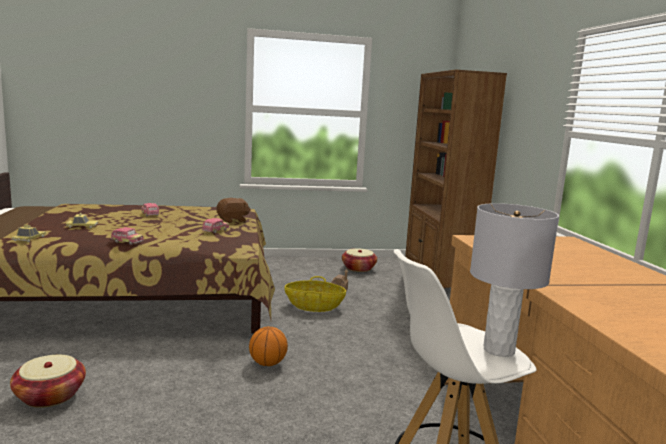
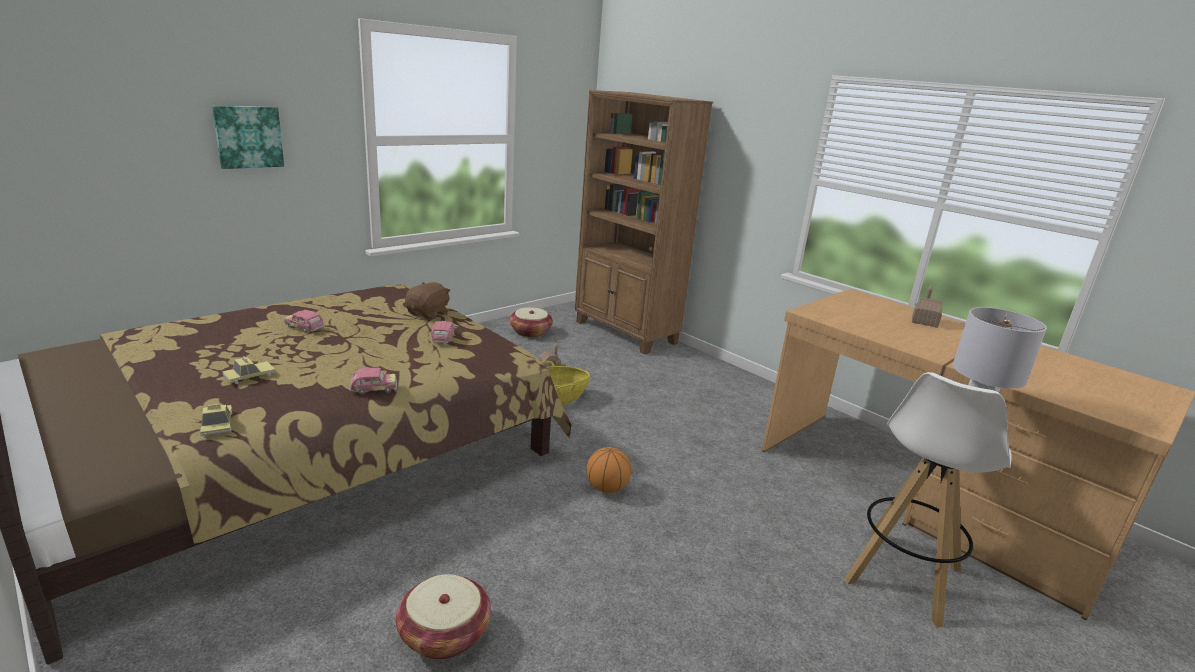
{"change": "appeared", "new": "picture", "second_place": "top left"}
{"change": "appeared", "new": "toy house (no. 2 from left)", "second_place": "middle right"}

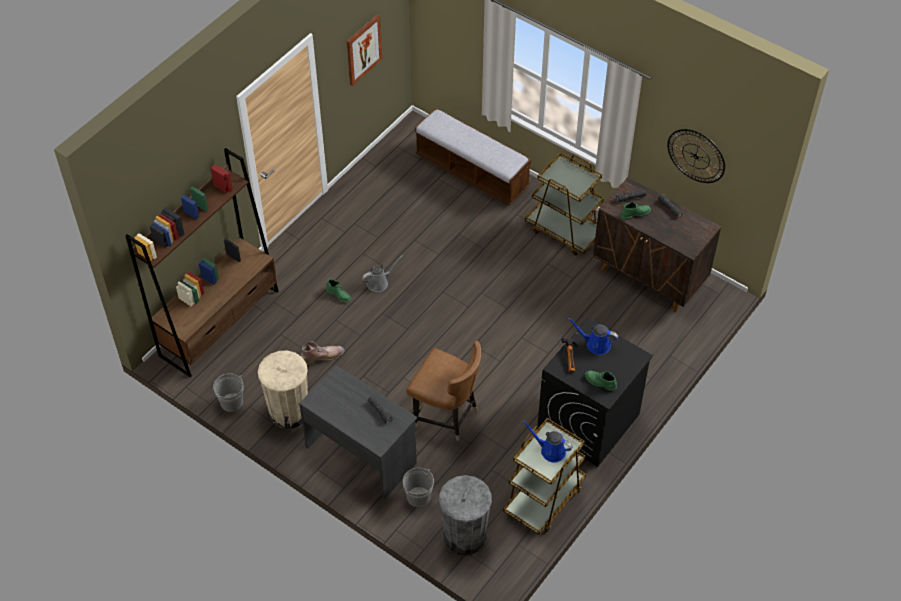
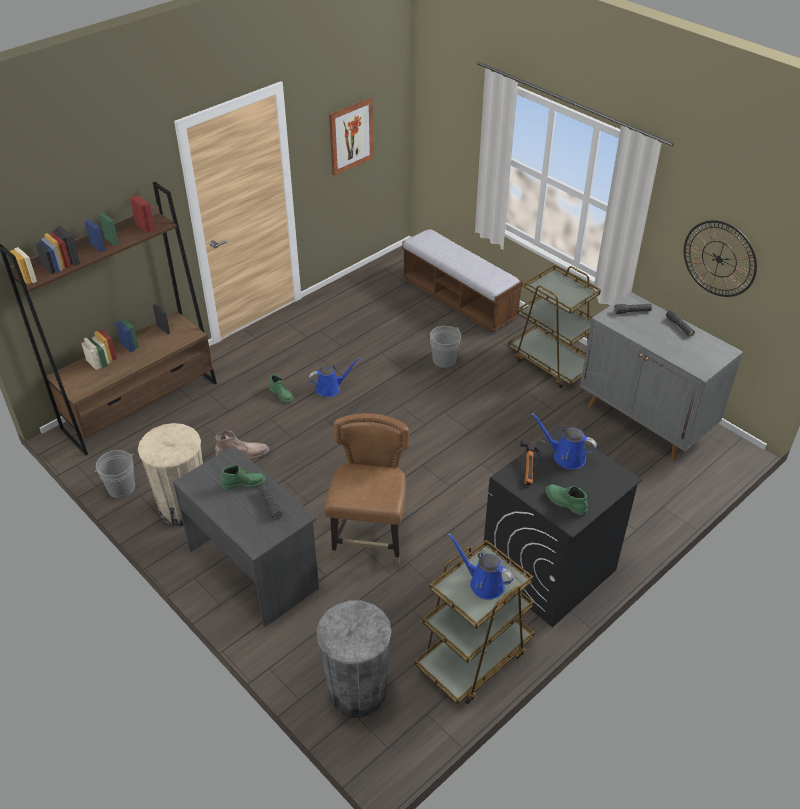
{"change": "relocated", "old": "grey bucket (no. 2 from left)", "first_place": "bottom centre", "second_place": "centre"}
{"change": "relocated", "old": "green boot (no. 3 from left in the first image)", "new": "green boot (no. 1 from left)", "first_place": "middle right", "second_place": "middle left"}
{"change": "colour", "old": "grey watering can", "new": "blue watering can (no. 1 from left)", "first_place": "centre", "second_place": "centre"}
{"change": "colour", "old": "brown cabinet", "new": "grey cabinet", "first_place": "middle right", "second_place": "middle right"}
{"change": "spun", "old": "brown chair", "first_place": "centre", "second_place": "centre", "degrees": -120}

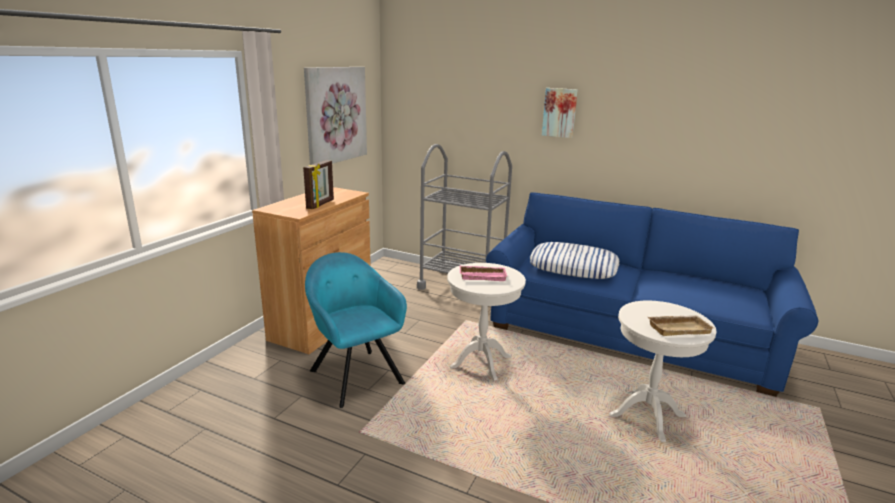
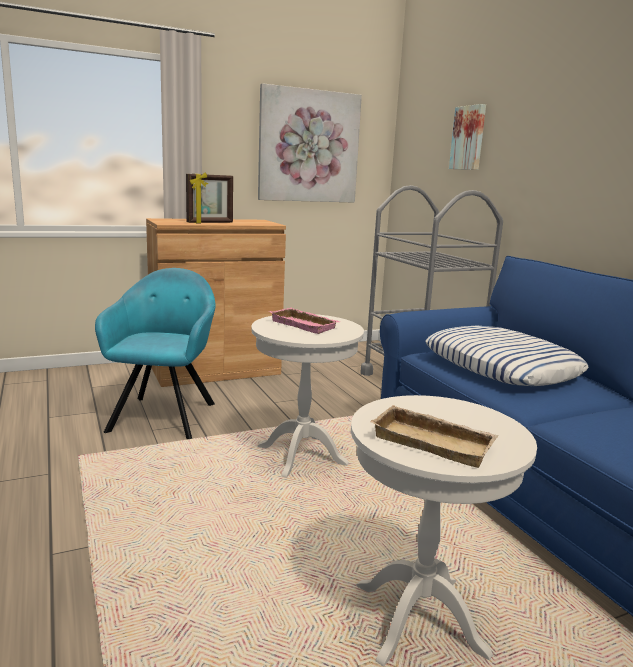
{"change": "relocated", "old": "picture (no. 2 from left)", "first_place": "top centre", "second_place": "top right"}

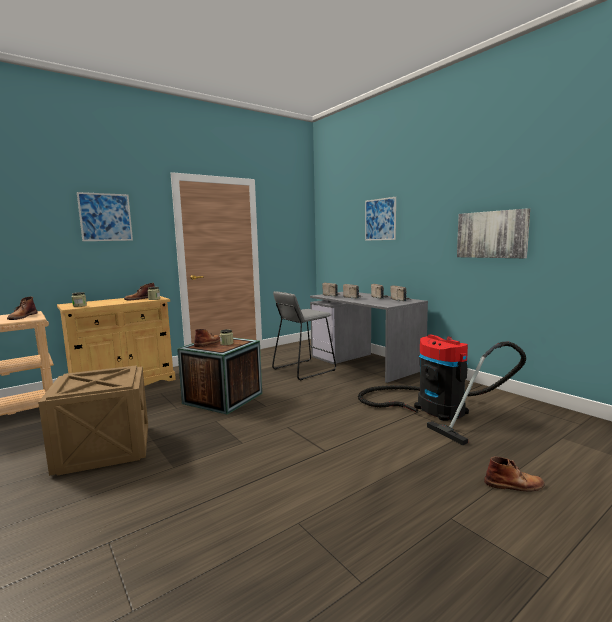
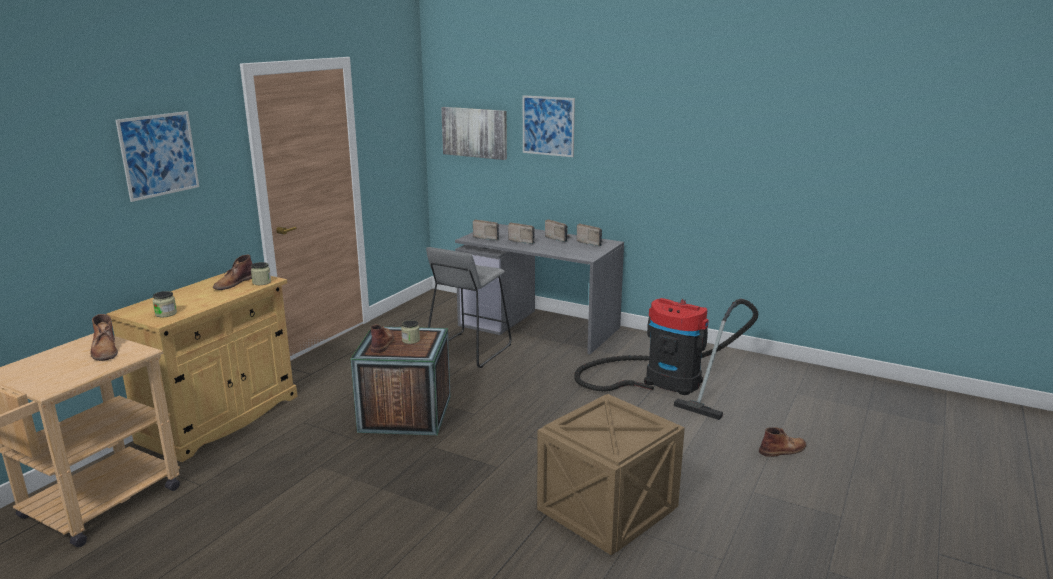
{"change": "relocated", "old": "crate (no. 1 from left in the first image)", "new": "crate (no. 2 from left)", "first_place": "bottom left", "second_place": "bottom centre"}
{"change": "relocated", "old": "picture (no. 3 from left in the first image)", "new": "picture (no. 2 from left)", "first_place": "middle right", "second_place": "top centre"}

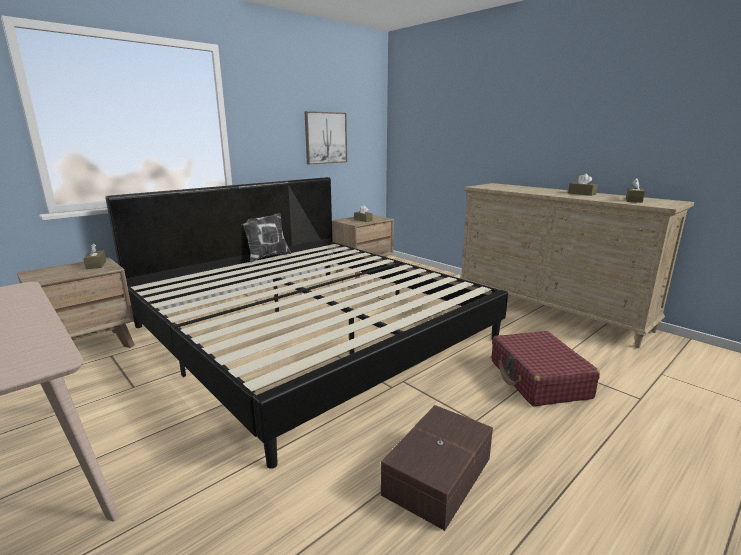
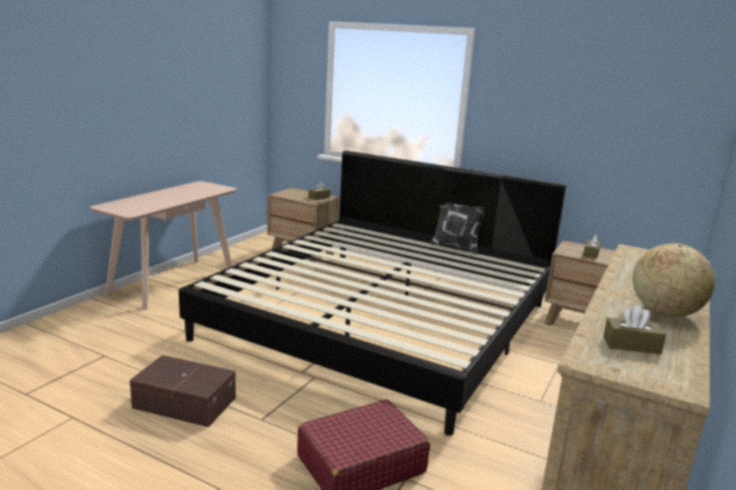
{"change": "missing", "old": "picture", "first_place": "top centre"}
{"change": "exchanged", "old": "brown tissue box (no. 3 from left)", "new": "globe", "first_place": "middle right", "second_place": "middle right"}

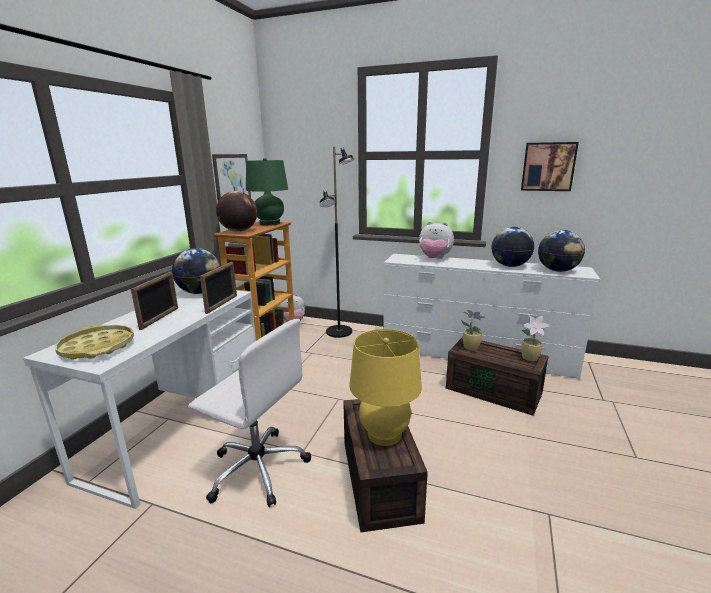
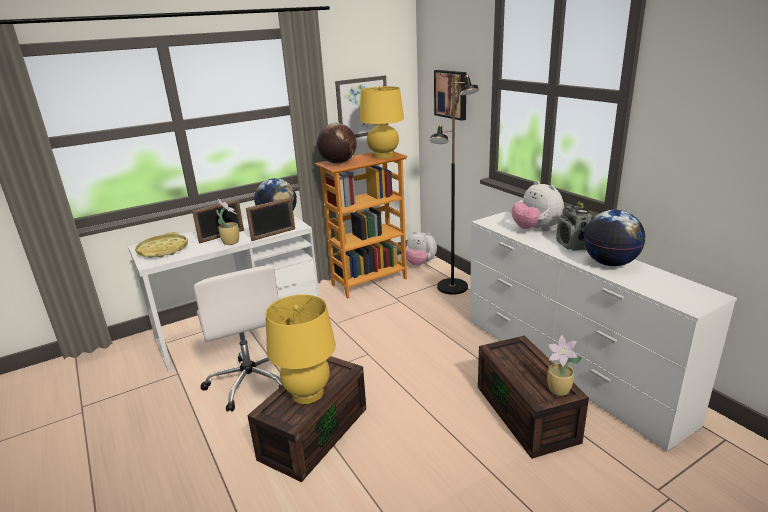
{"change": "missing", "old": "globe (no. 4 from left)", "first_place": "middle right"}
{"change": "appeared", "new": "radio", "second_place": "middle right"}
{"change": "relocated", "old": "potted plant (no. 1 from left)", "first_place": "centre", "second_place": "middle left"}
{"change": "relocated", "old": "picture (no. 2 from left)", "first_place": "top right", "second_place": "top centre"}
{"change": "colour", "old": "green table lamp", "new": "yellow table lamp (no. 2 from left)", "first_place": "top centre", "second_place": "top centre"}

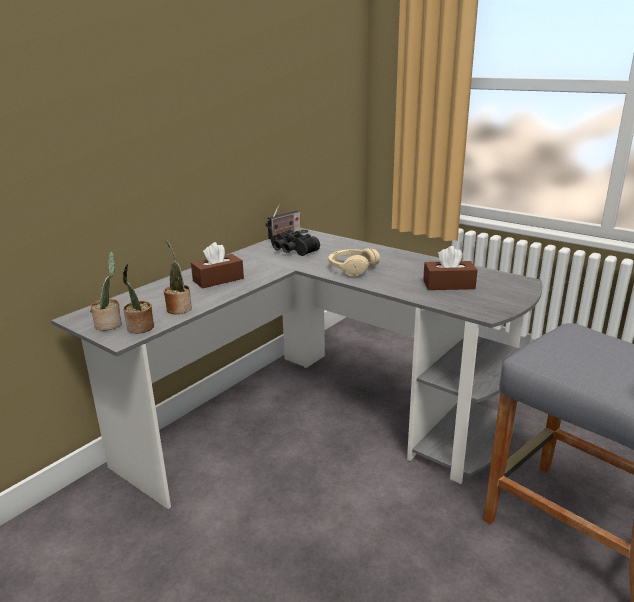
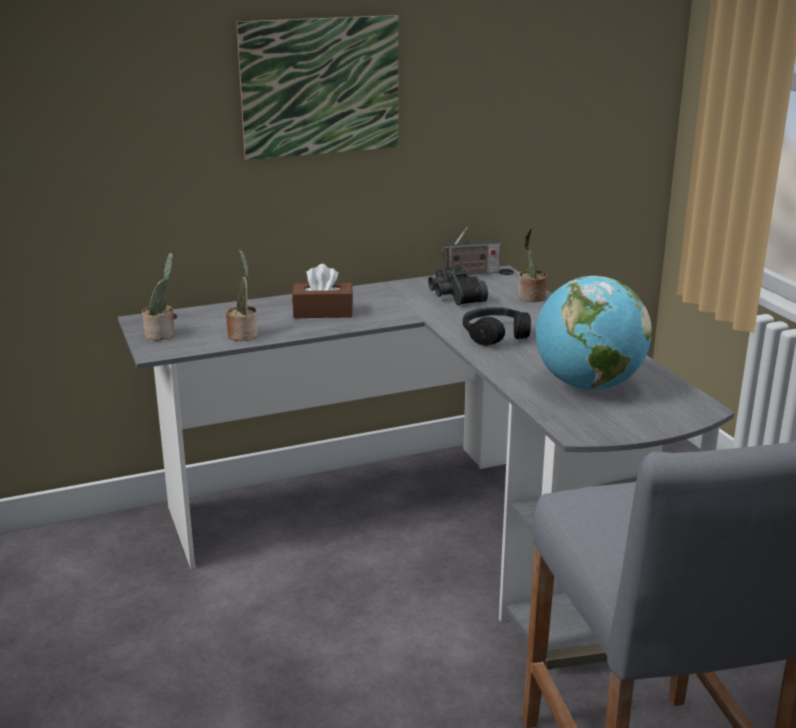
{"change": "appeared", "new": "picture", "second_place": "top centre"}
{"change": "relocated", "old": "potted plant (no. 2 from left in the first image)", "new": "potted plant (no. 3 from left)", "first_place": "middle left", "second_place": "middle right"}
{"change": "exchanged", "old": "brown tissue box (no. 2 from left)", "new": "globe", "first_place": "middle right", "second_place": "middle right"}
{"change": "colour", "old": "beige headphones", "new": "black headphones", "first_place": "centre", "second_place": "centre"}

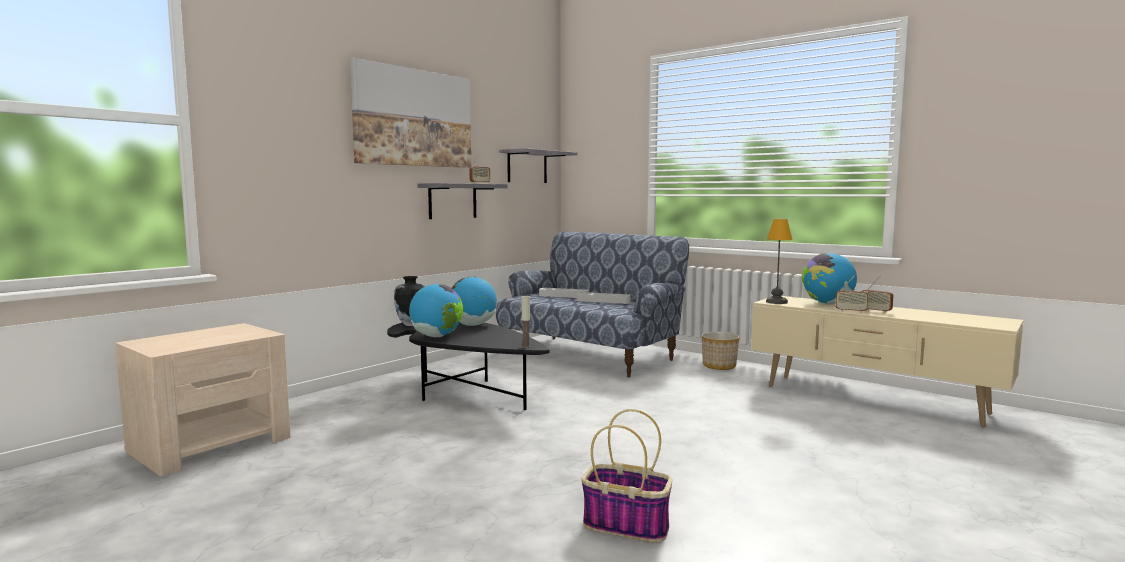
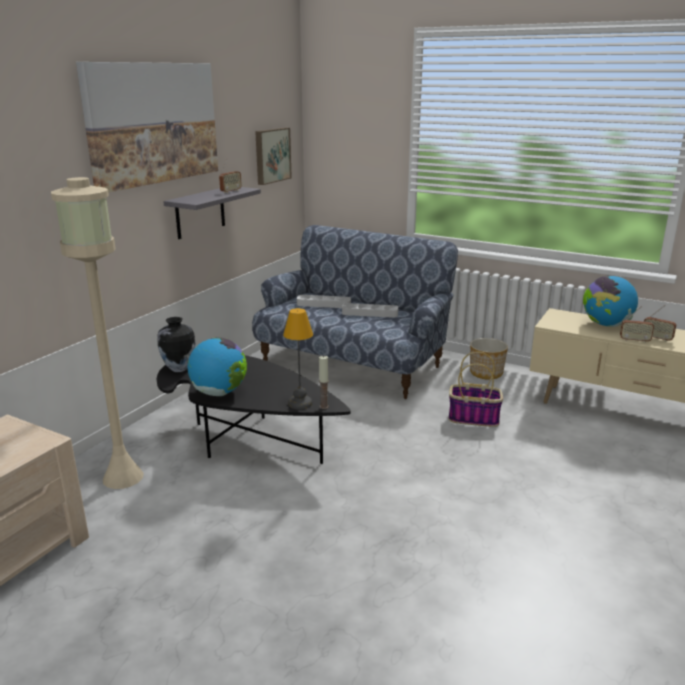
{"change": "missing", "old": "globe (no. 2 from left)", "first_place": "centre"}
{"change": "appeared", "new": "beige floor lamp", "second_place": "middle left"}
{"change": "relocated", "old": "basket", "first_place": "bottom centre", "second_place": "middle right"}
{"change": "relocated", "old": "table lamp", "first_place": "middle right", "second_place": "centre"}
{"change": "exchanged", "old": "grey shelf (no. 2 from left)", "new": "picture (no. 2 from left)", "first_place": "top centre", "second_place": "top centre"}

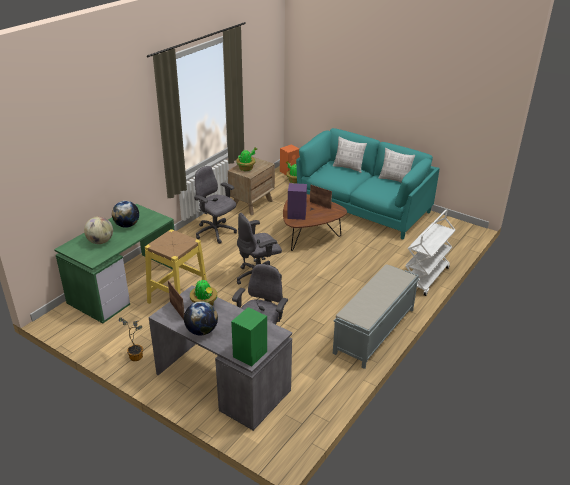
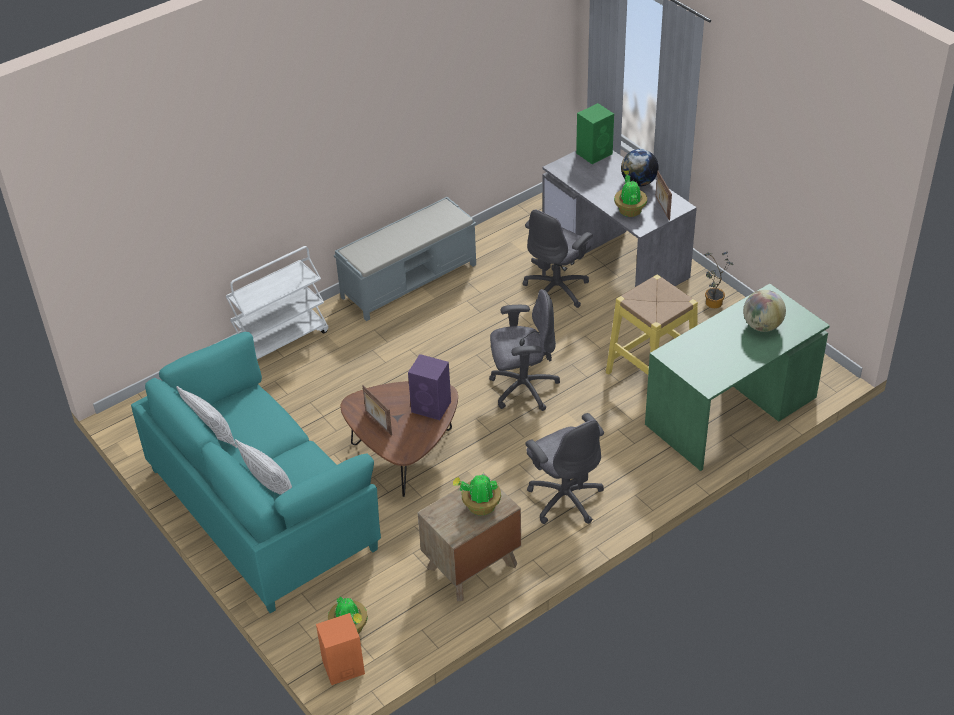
{"change": "missing", "old": "globe (no. 2 from left)", "first_place": "middle left"}

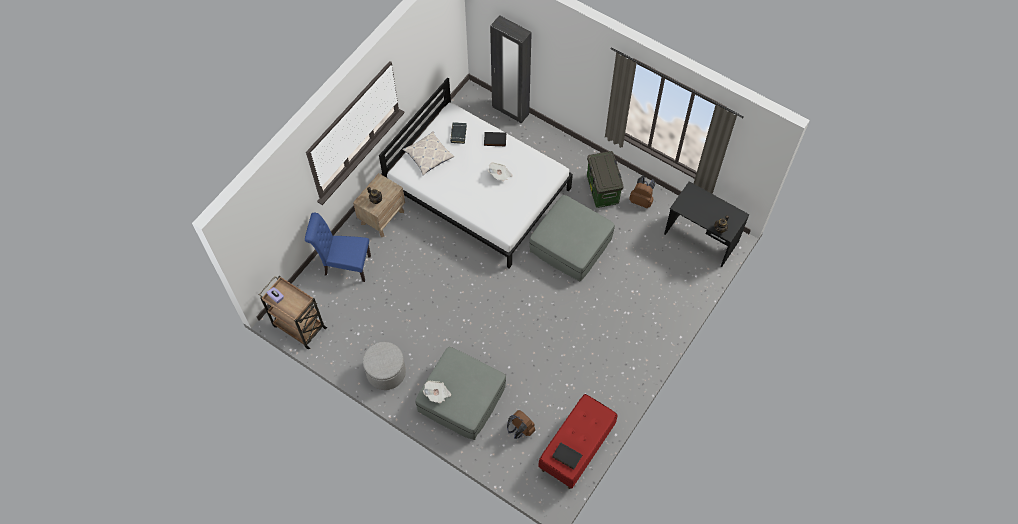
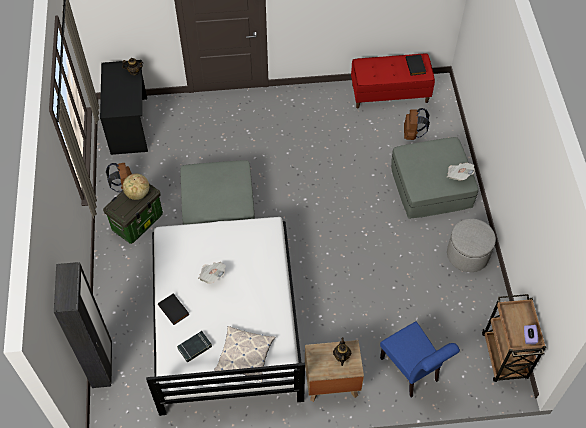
{"change": "appeared", "new": "globe", "second_place": "middle left"}

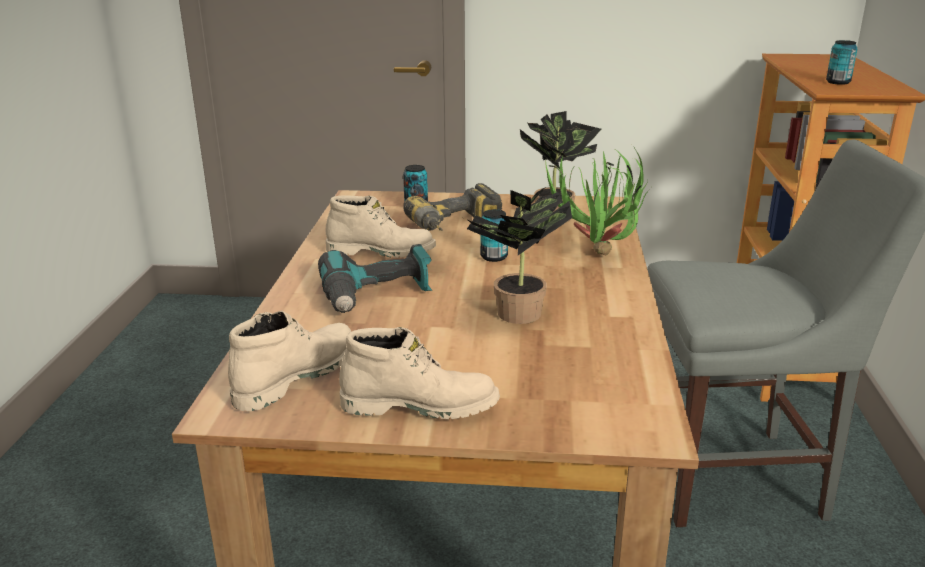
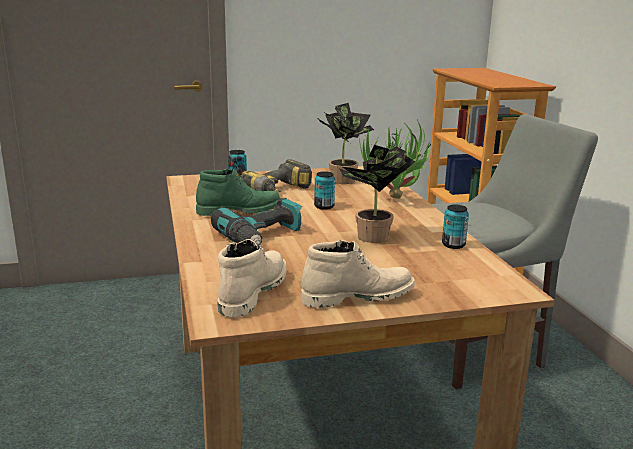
{"change": "relocated", "old": "can (no. 3 from left)", "first_place": "top right", "second_place": "middle right"}
{"change": "colour", "old": "beige boot (no. 2 from left)", "new": "green boot", "first_place": "centre", "second_place": "centre"}

